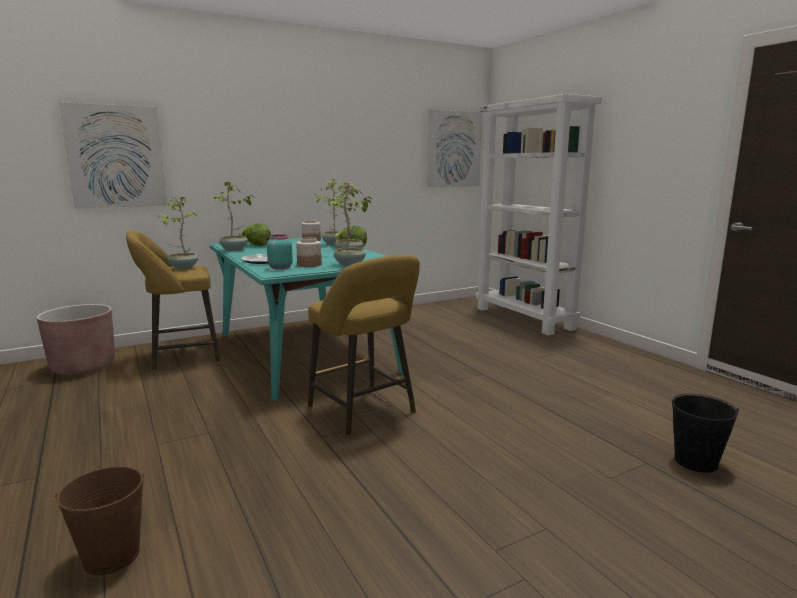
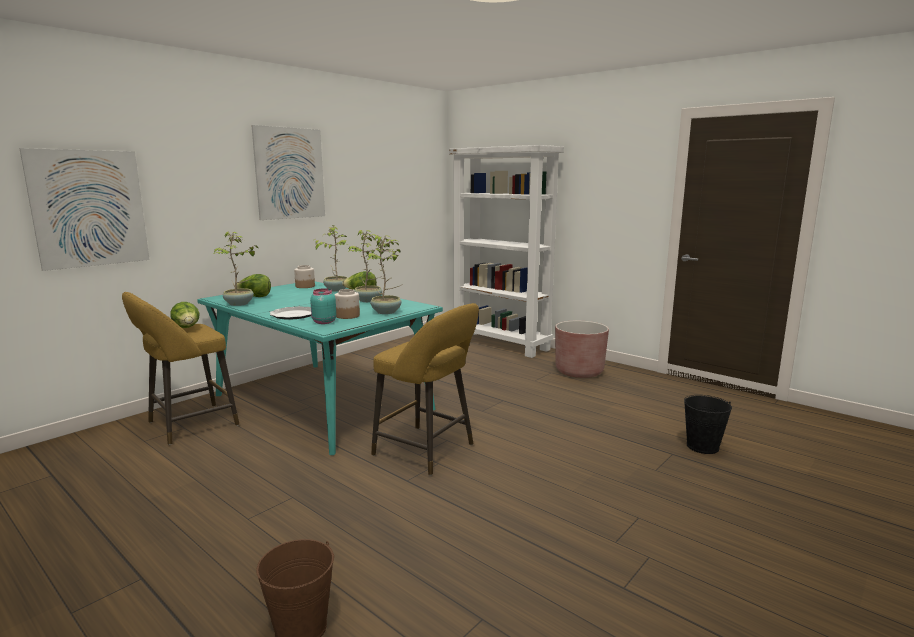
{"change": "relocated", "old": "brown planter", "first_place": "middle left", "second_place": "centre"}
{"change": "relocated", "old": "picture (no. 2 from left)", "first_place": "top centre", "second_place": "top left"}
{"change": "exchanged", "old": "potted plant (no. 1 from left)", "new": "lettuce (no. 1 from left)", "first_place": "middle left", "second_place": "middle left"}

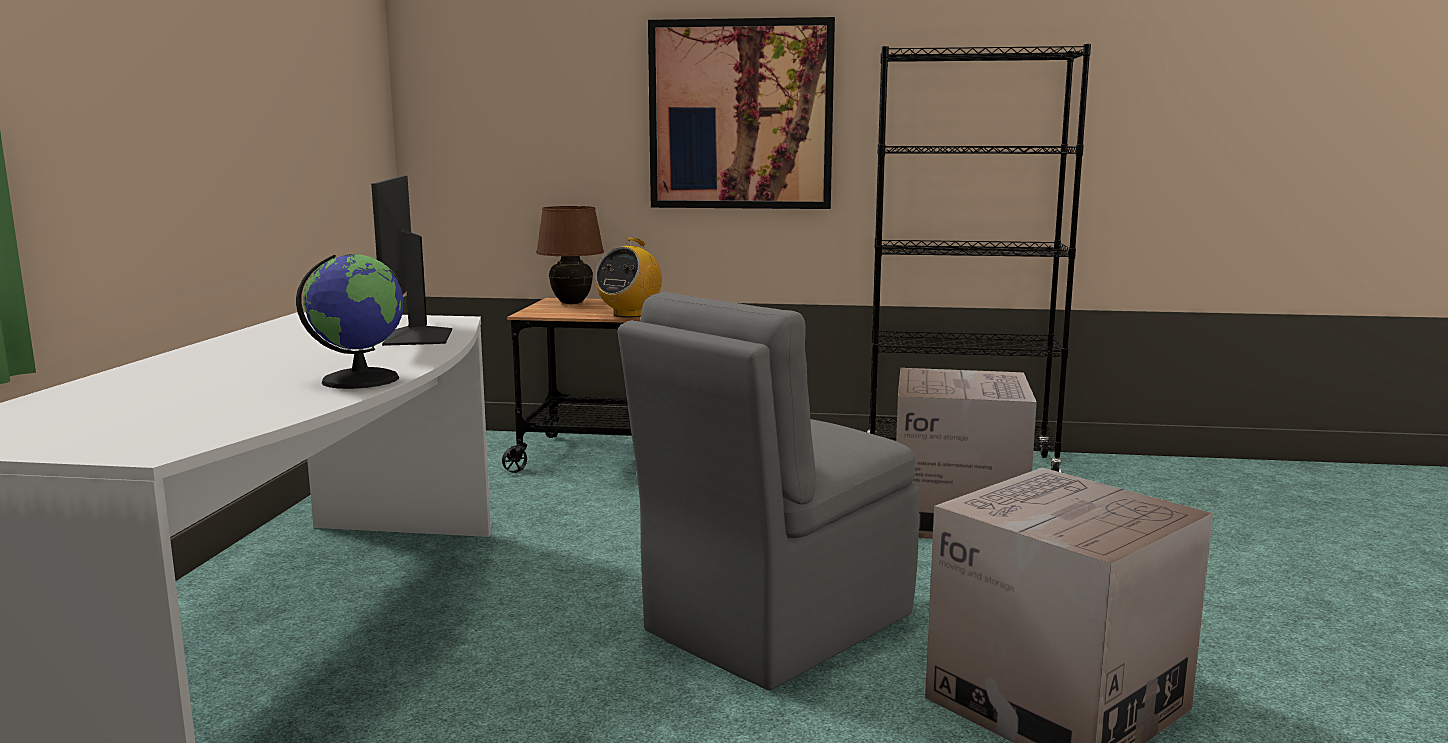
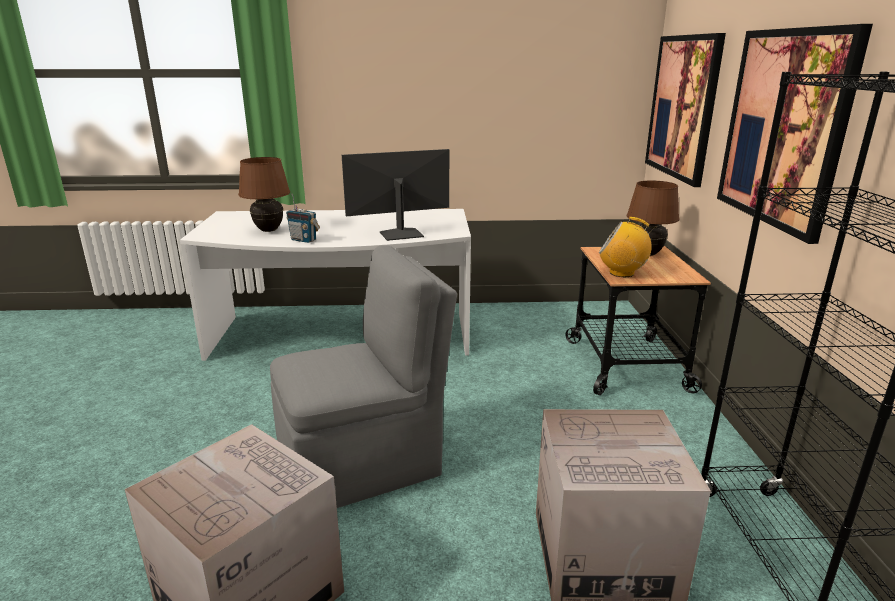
{"change": "appeared", "new": "brown table lamp (no. 1 from left)", "second_place": "top left"}
{"change": "appeared", "new": "picture (no. 1 from left)", "second_place": "top right"}
{"change": "exchanged", "old": "globe", "new": "radio (no. 1 from left)", "first_place": "middle left", "second_place": "centre"}
{"change": "spun", "old": "grey chair", "first_place": "centre", "second_place": "centre", "degrees": 120}

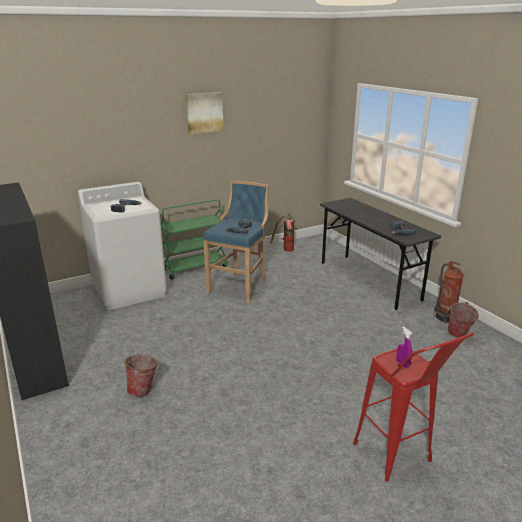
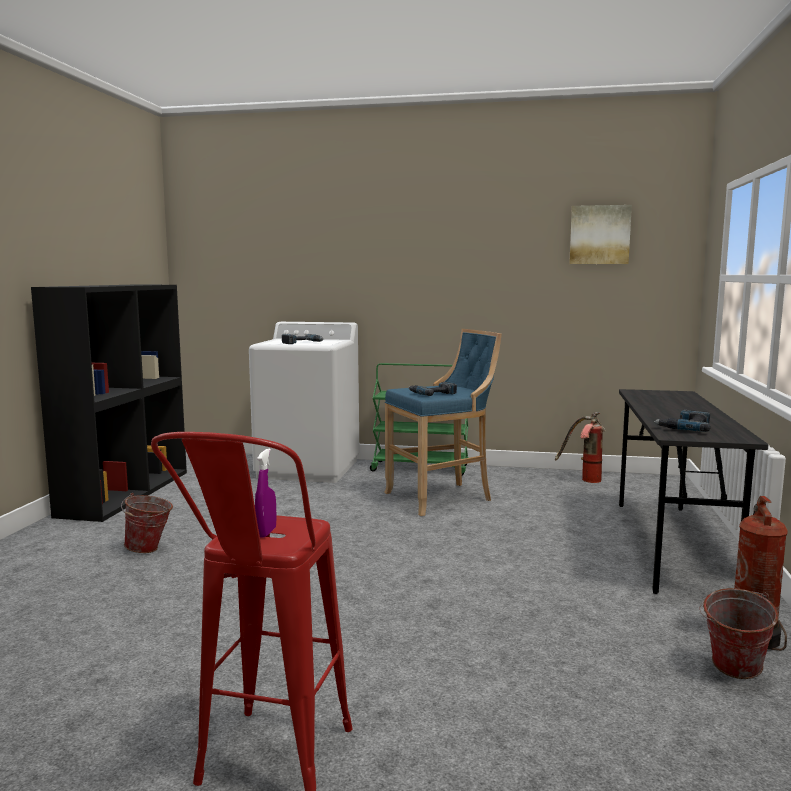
{"change": "relocated", "old": "picture", "first_place": "top centre", "second_place": "top right"}

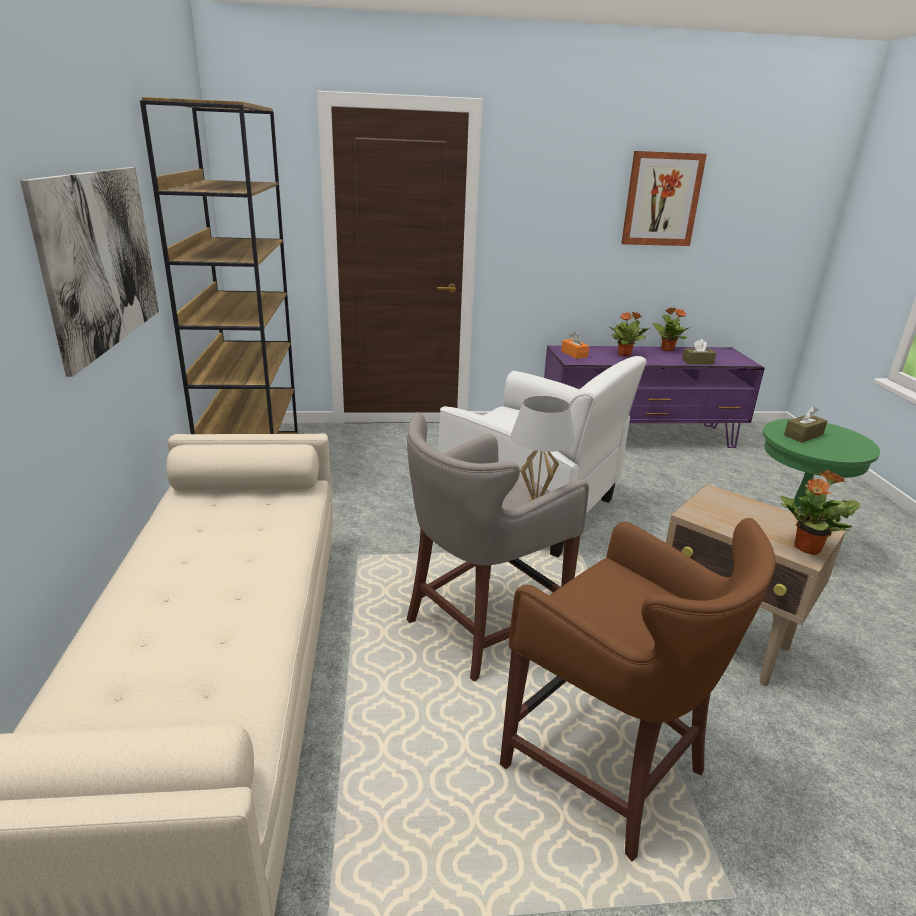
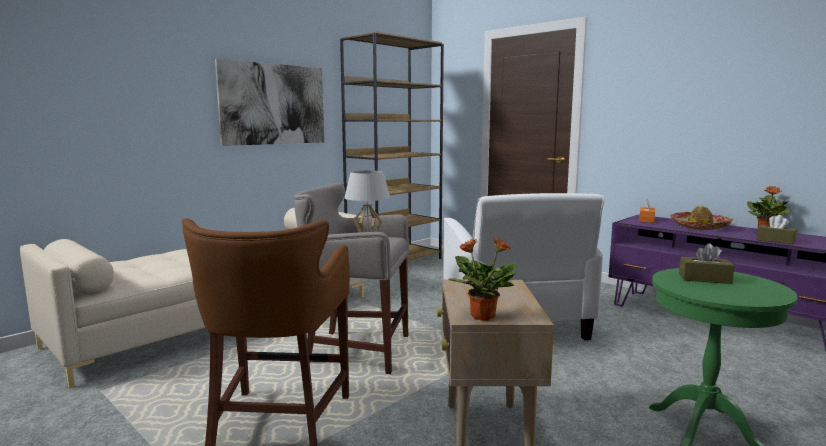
{"change": "missing", "old": "picture (no. 2 from left)", "first_place": "top right"}
{"change": "exchanged", "old": "potted plant (no. 1 from left)", "new": "hat", "first_place": "middle right", "second_place": "middle right"}

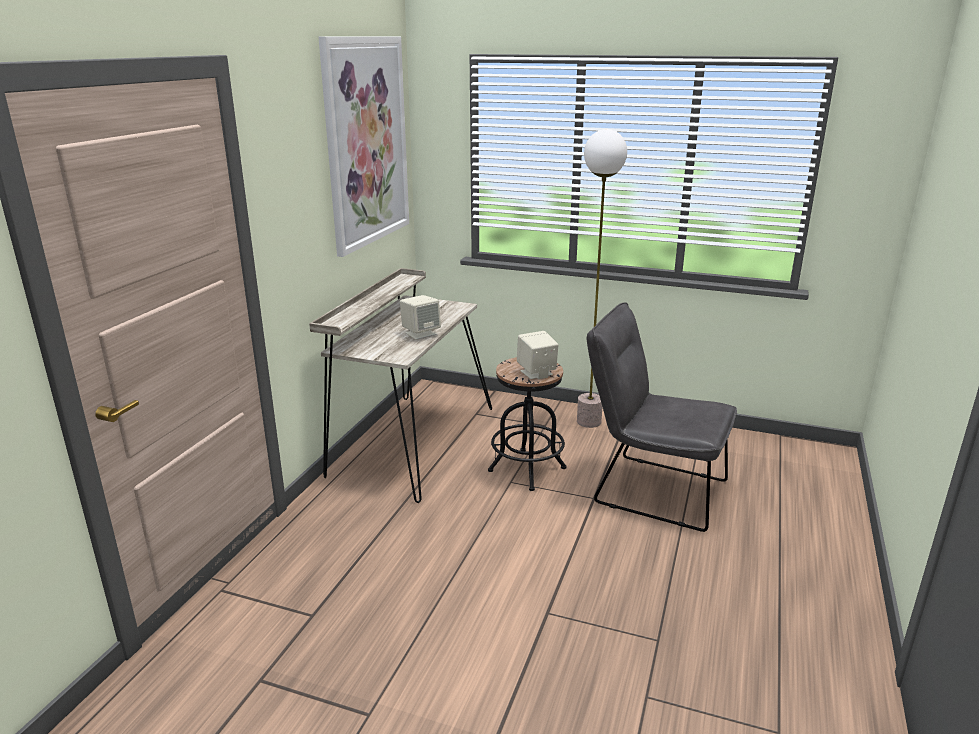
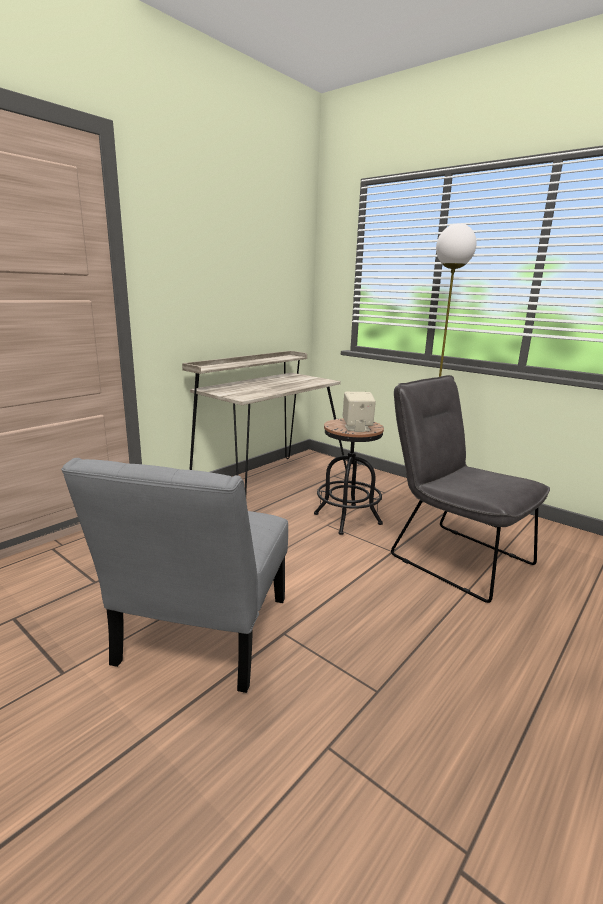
{"change": "missing", "old": "picture", "first_place": "top centre"}
{"change": "missing", "old": "beige speaker (no. 1 from left)", "first_place": "centre"}
{"change": "appeared", "new": "grey chair (no. 1 from left)", "second_place": "middle left"}

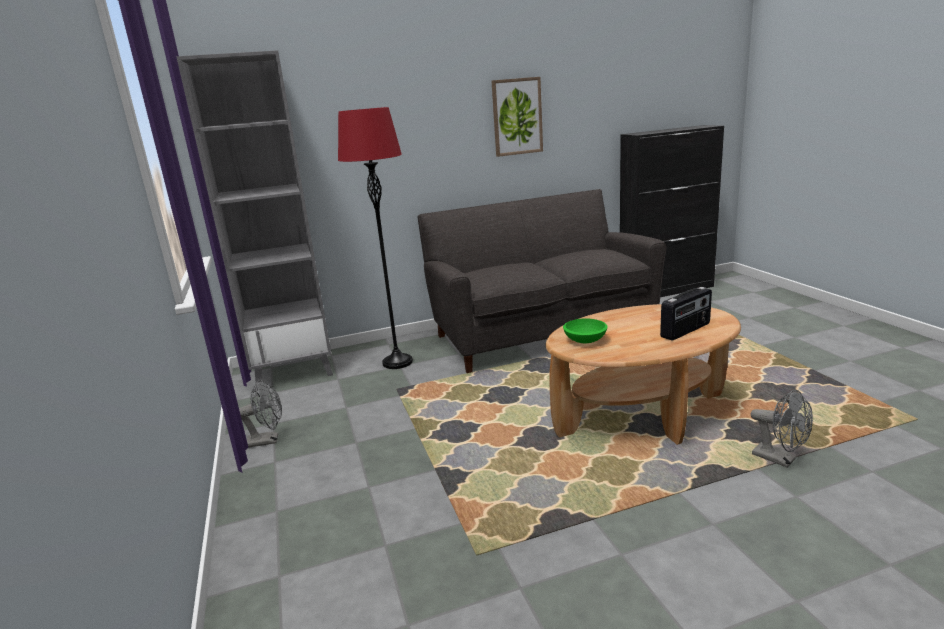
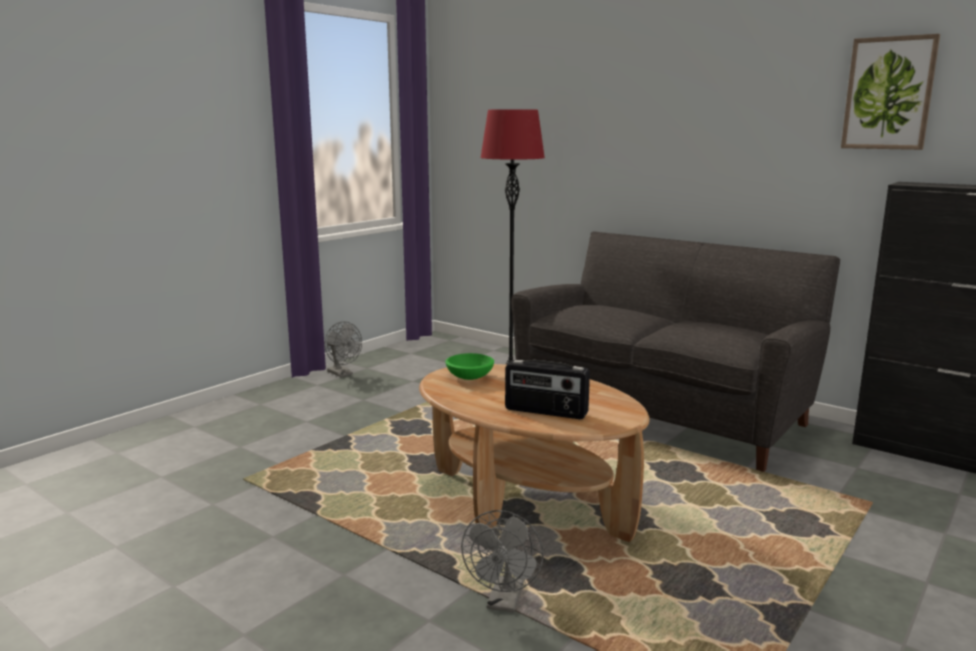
{"change": "missing", "old": "grey bookcase", "first_place": "middle left"}
{"change": "relocated", "old": "picture", "first_place": "top centre", "second_place": "top right"}

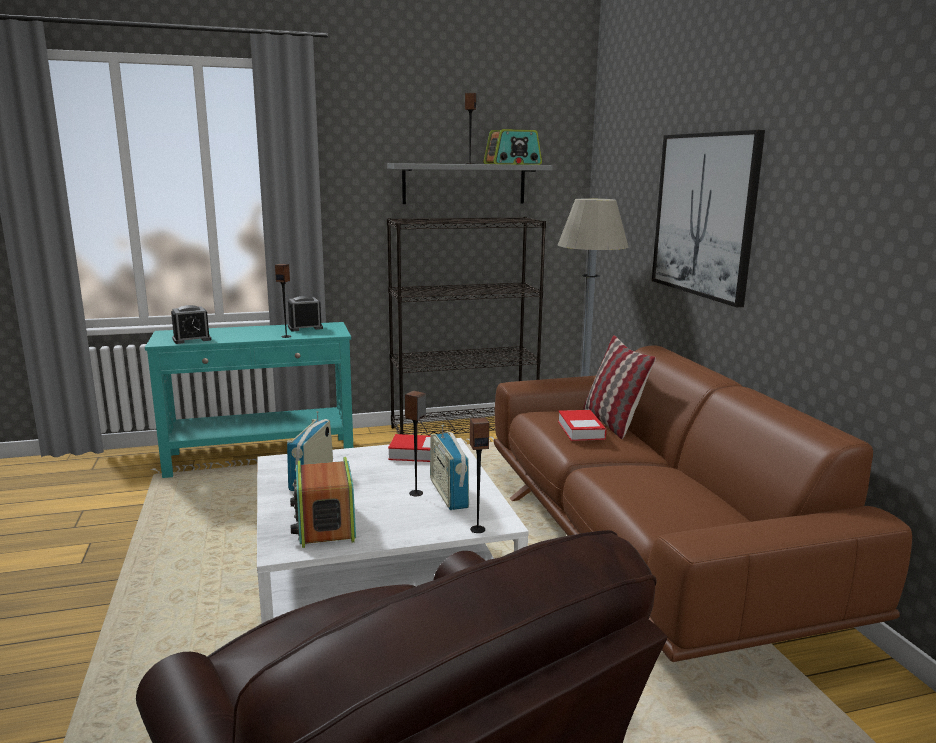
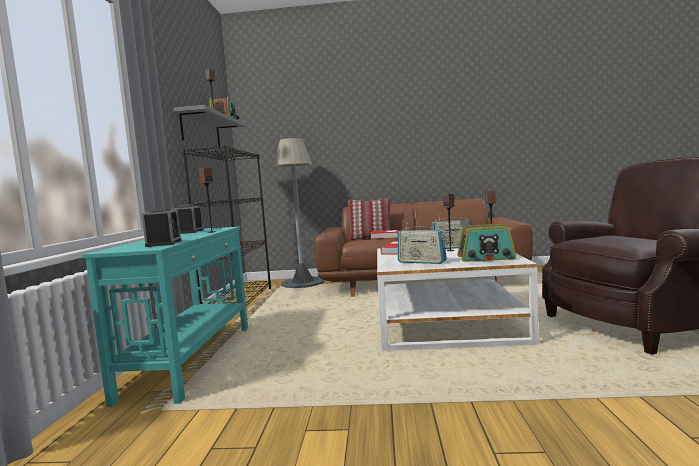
{"change": "missing", "old": "picture", "first_place": "top right"}

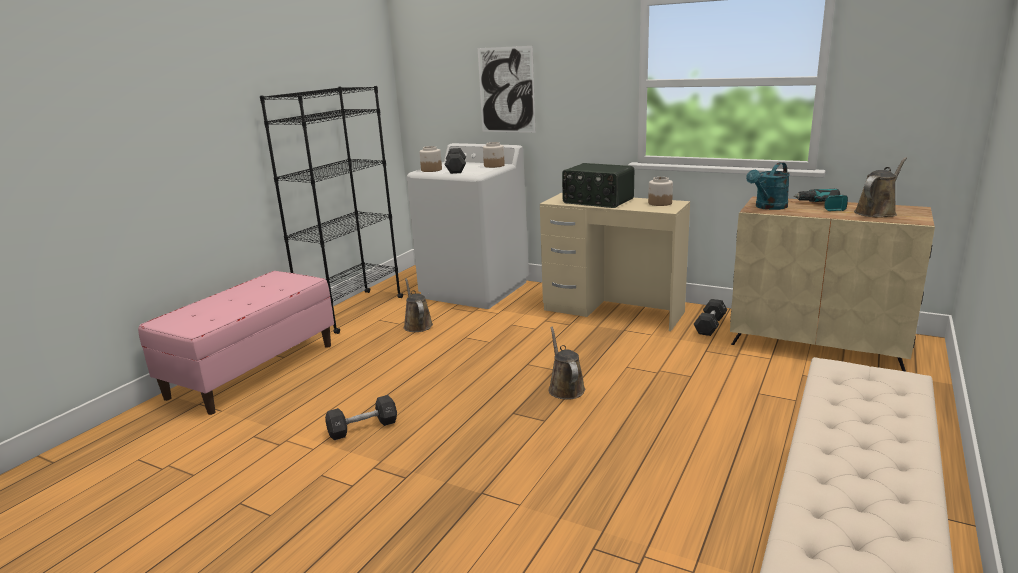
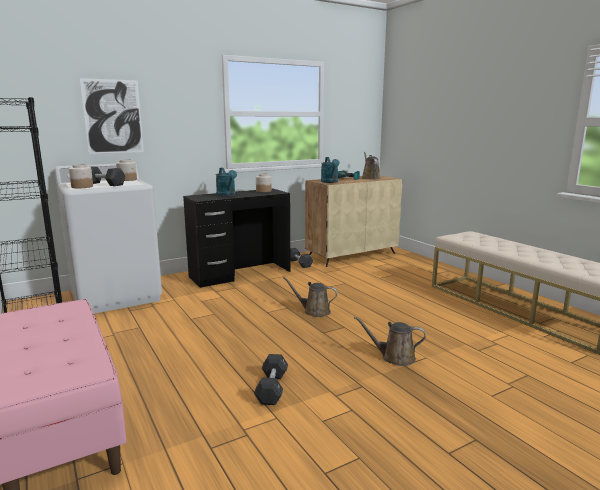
{"change": "relocated", "old": "brown watering can (no. 1 from left in the first image)", "new": "brown watering can (no. 3 from left)", "first_place": "centre", "second_place": "bottom centre"}
{"change": "exchanged", "old": "radio", "new": "turquoise watering can (no. 1 from left)", "first_place": "top centre", "second_place": "centre"}
{"change": "colour", "old": "beige desk", "new": "black desk", "first_place": "centre", "second_place": "centre"}

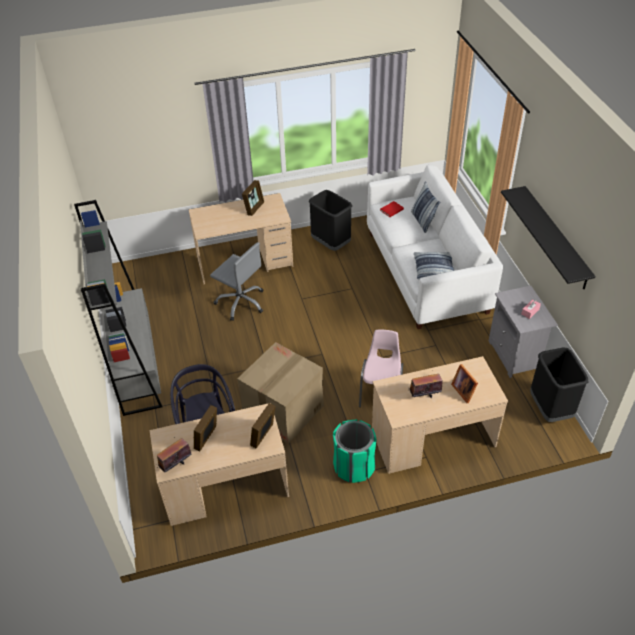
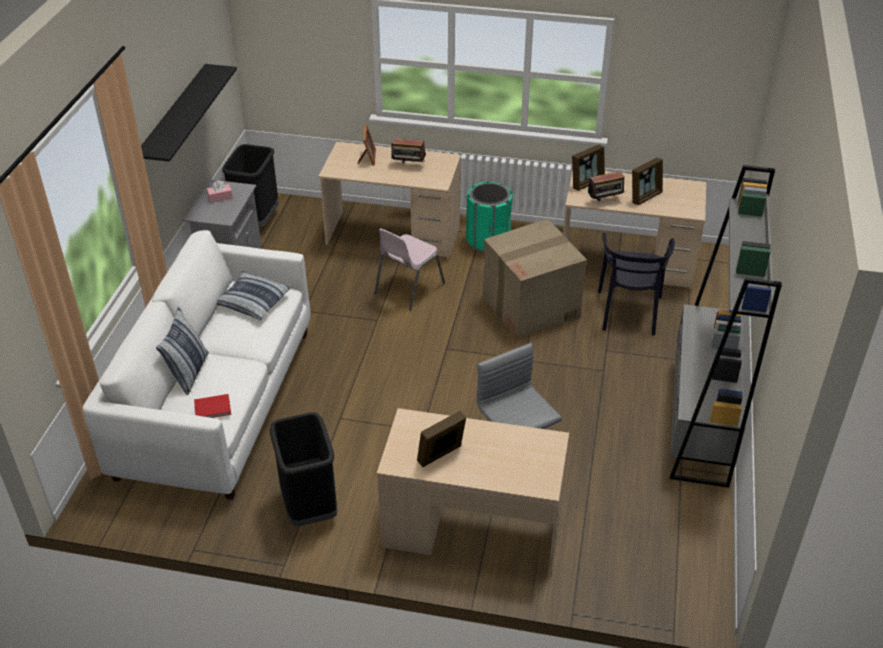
{"change": "relocated", "old": "radio (no. 1 from left in the first image)", "new": "radio (no. 2 from left)", "first_place": "bottom left", "second_place": "top right"}

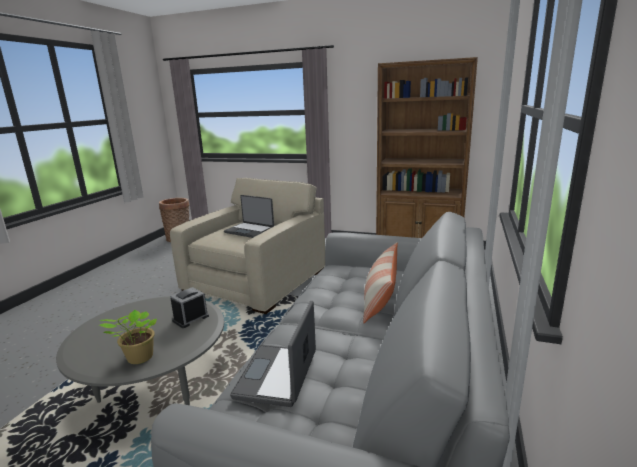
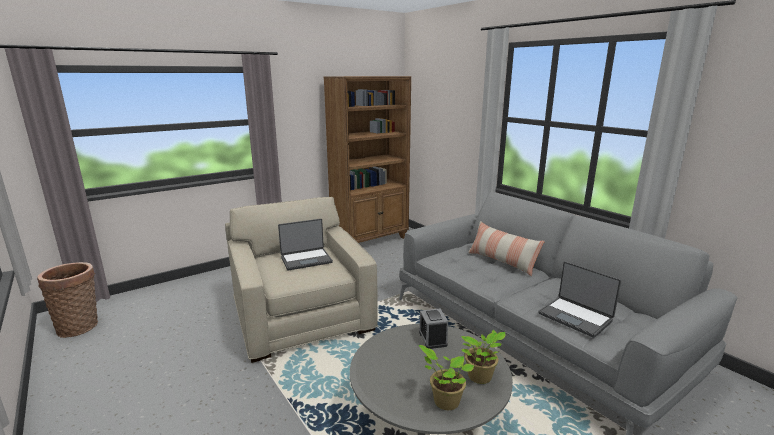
{"change": "appeared", "new": "potted plant (no. 1 from left)", "second_place": "bottom centre"}

